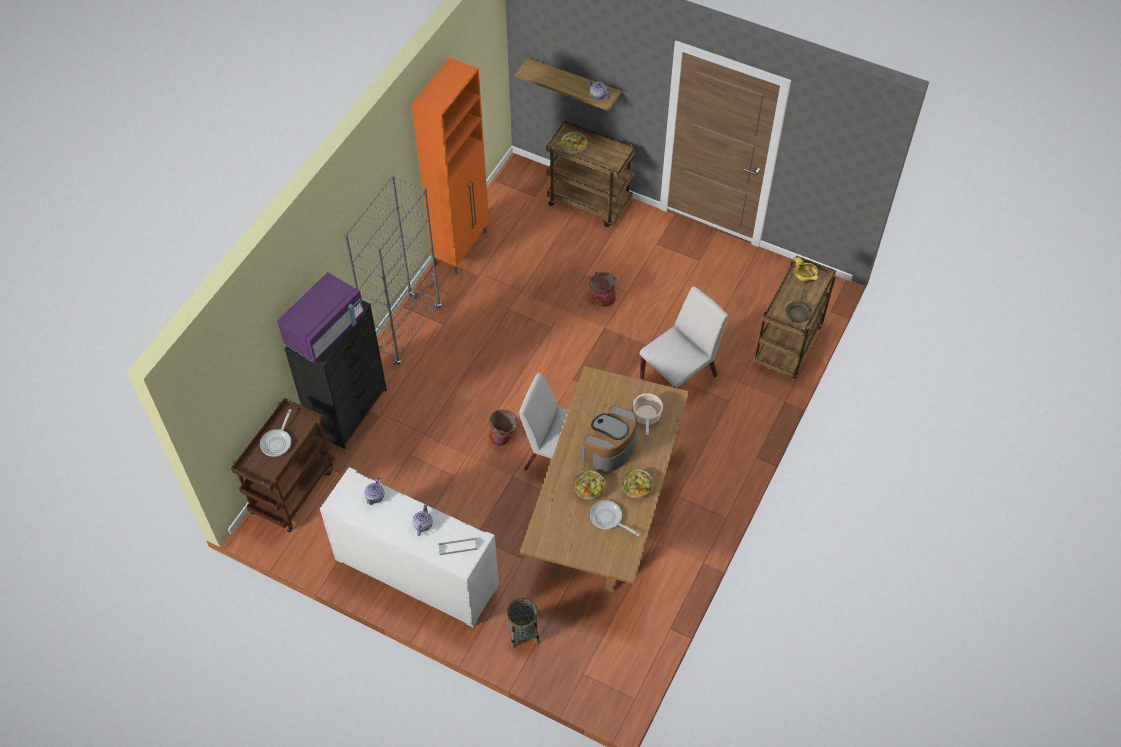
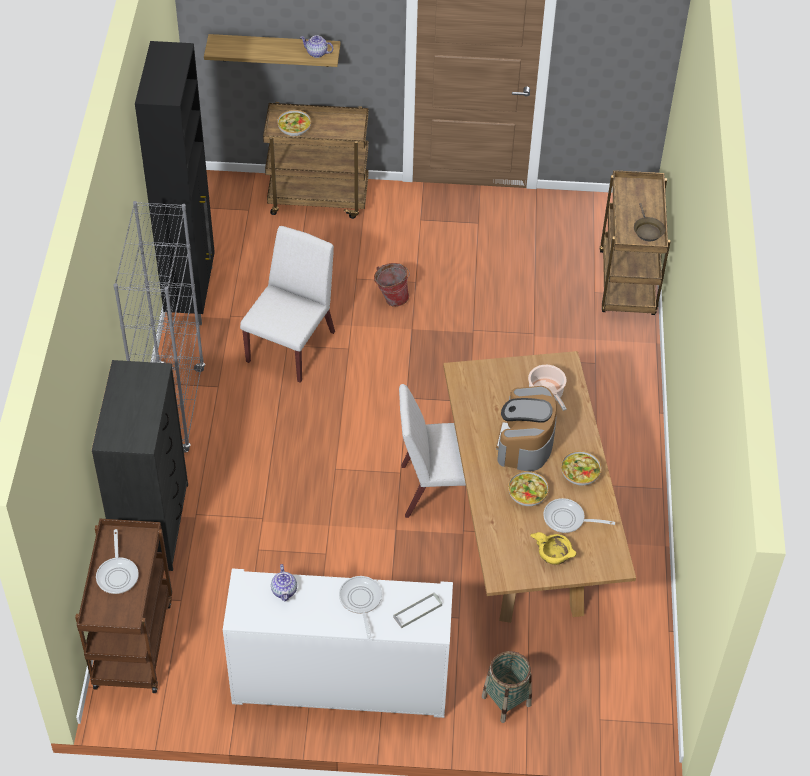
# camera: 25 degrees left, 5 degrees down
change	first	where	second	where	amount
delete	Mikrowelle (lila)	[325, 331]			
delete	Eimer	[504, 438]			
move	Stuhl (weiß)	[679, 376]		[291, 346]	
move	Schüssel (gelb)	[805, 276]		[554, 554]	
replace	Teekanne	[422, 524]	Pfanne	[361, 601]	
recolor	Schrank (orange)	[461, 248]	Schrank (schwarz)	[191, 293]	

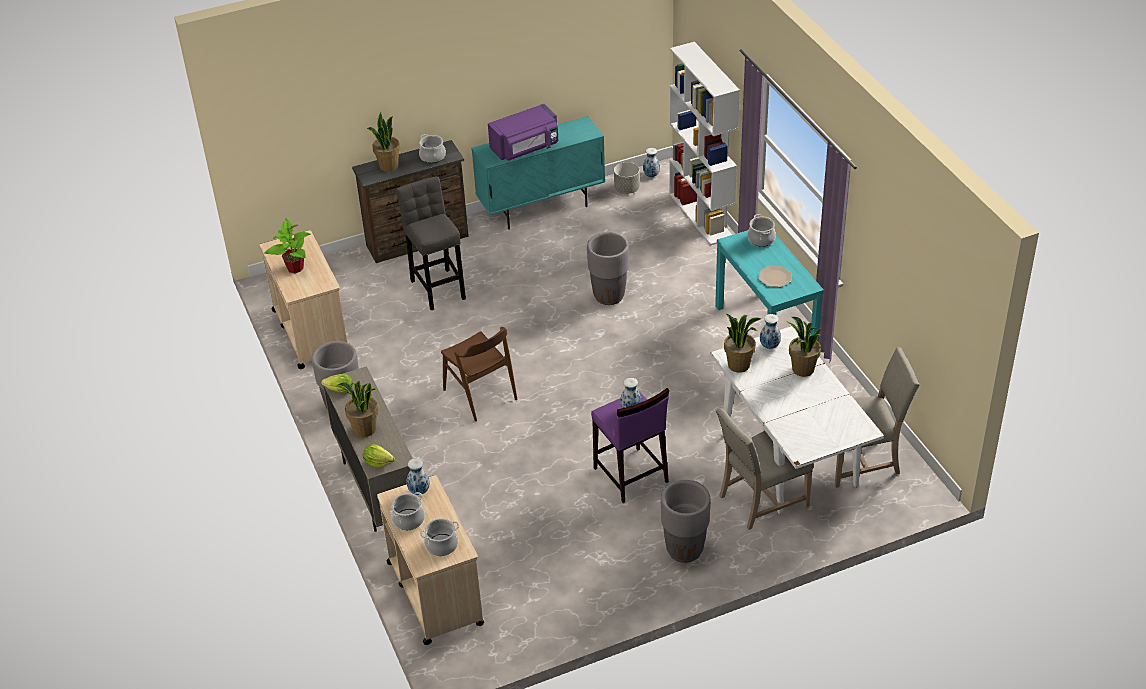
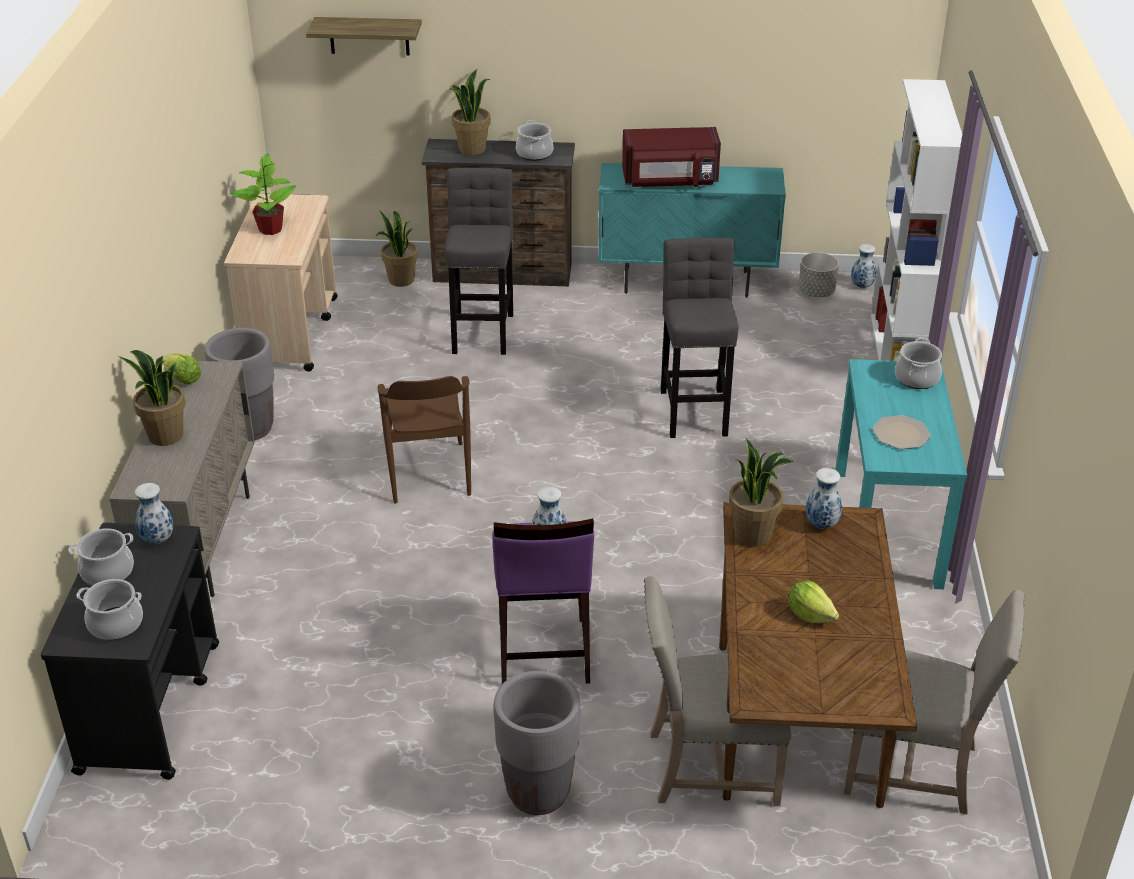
# camera: 25 degrees right, 5 degrees down
change	first	where	second	where	amount
insert			Wandregal	[369, 36]	
move	Salatkopf	[378, 462]		[810, 614]	
move	Topfpflanze	[802, 369]		[400, 280]	
replace	Pflanzkübel (grau)	[609, 296]	Hocker (grau)	[694, 410]	
recolor	Rollwagen (beige)	[434, 592]	Rollwagen (schwarz)	[150, 706]	
recolor	Mikrowelle (lila)	[526, 148]	Mikrowelle (rot)	[670, 181]	
recolor	Esstisch (weiß)	[789, 460]	Esstisch (braun)	[797, 723]	

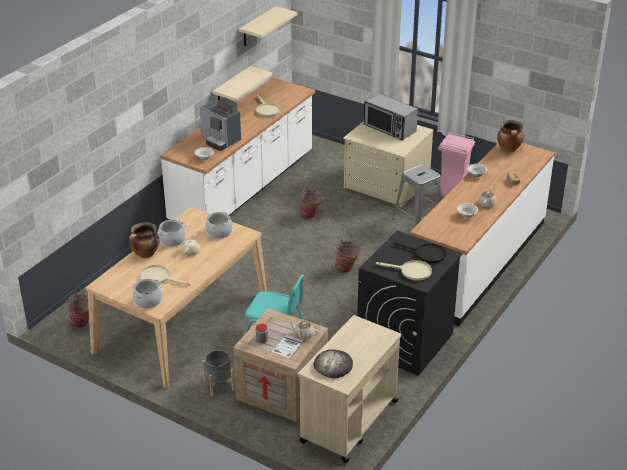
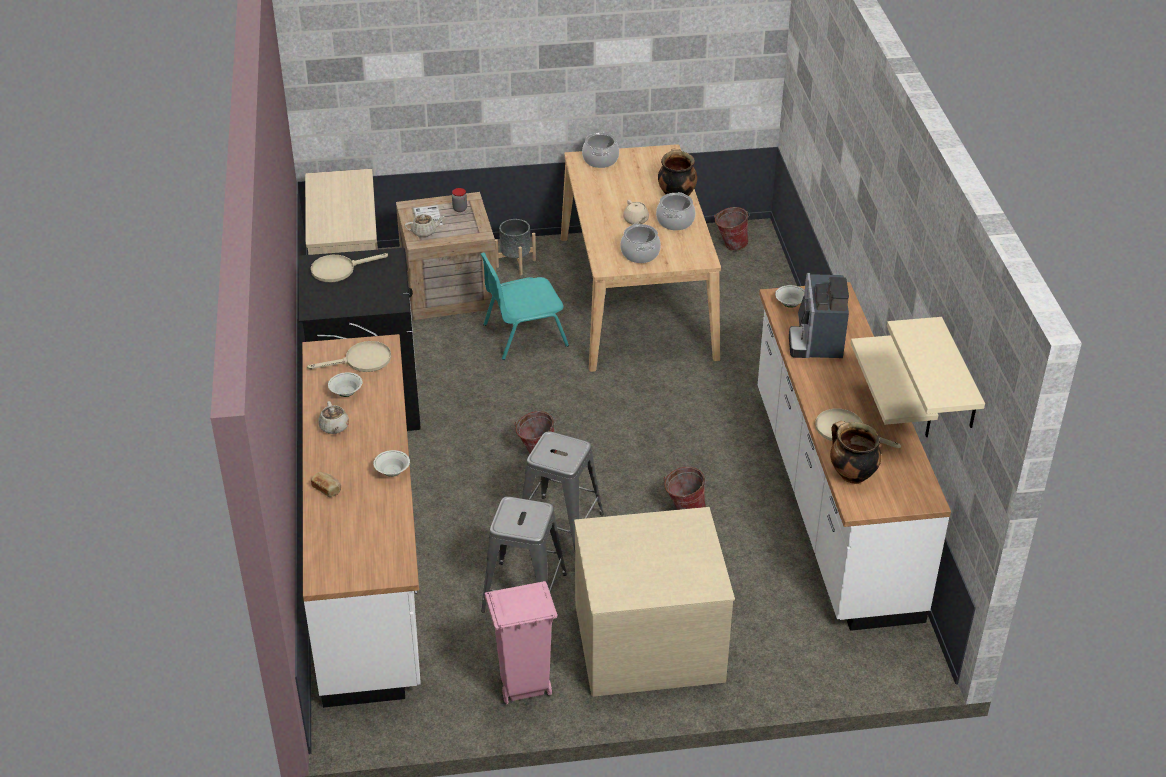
# camera: 140 degrees right, 5 degrees up
change	first	where	second	where	amount
delete	Brot	[333, 365]			
delete	Mikrowelle	[389, 128]			
delete	Pfanne (schwarz)	[426, 254]			
insert			Hocker (grau)	[560, 526]	
move	Pfanne (beige)	[158, 278]		[361, 361]	
move	Kochtopf	[509, 149]		[851, 475]	
rotate	Kaffeemaschine	[220, 140]		[817, 342]	90 degrees counterclockwise

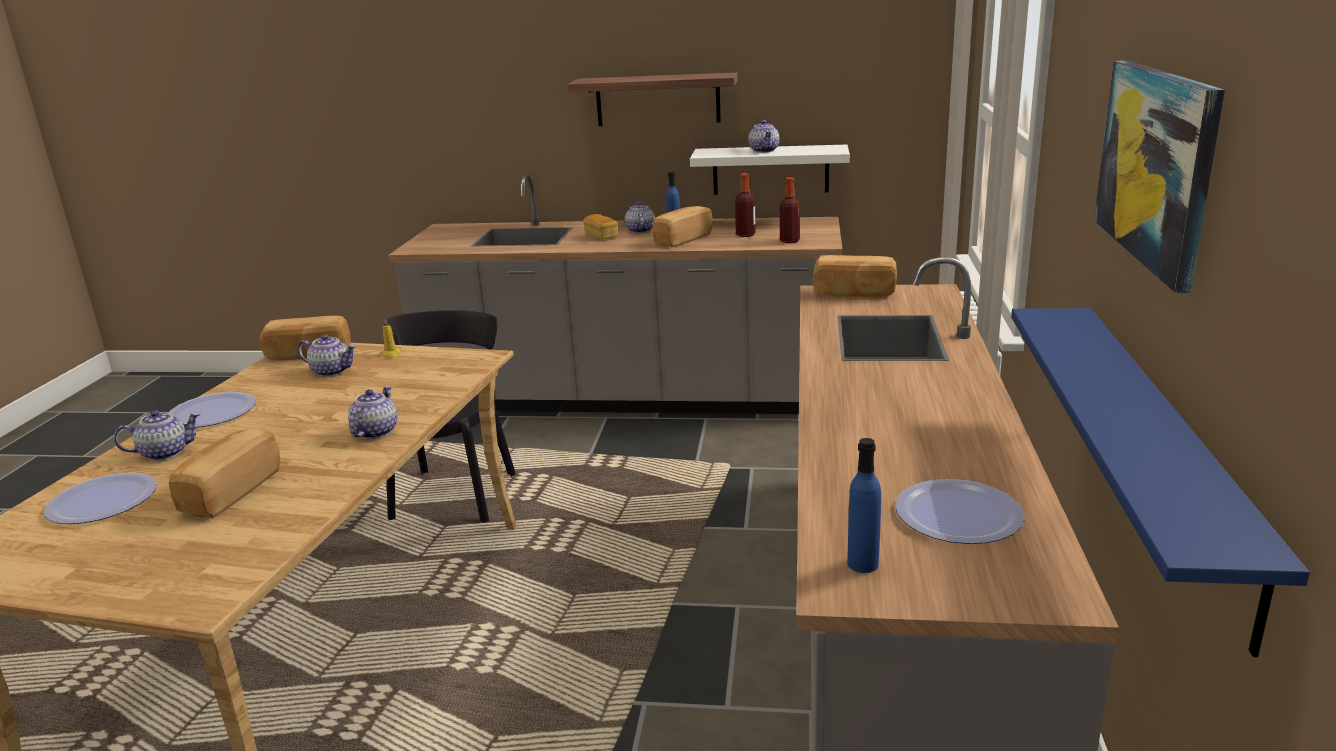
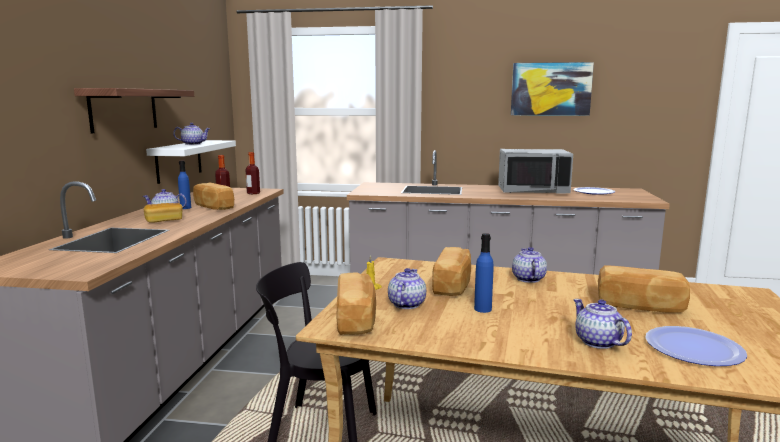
# camera: 90 degrees left, 10 degrees down
change	first	where	second	where	amount
delete	Teller	[211, 412]			
delete	Wandregal (blau)	[1162, 452]			
insert			Mikrowelle (grau)	[532, 191]	
move	Brot	[854, 293]		[453, 285]	
move	Flasche (blau)	[862, 564]		[482, 309]	
rotate	Teekanne	[375, 432]		[527, 279]	75 degrees clockwise

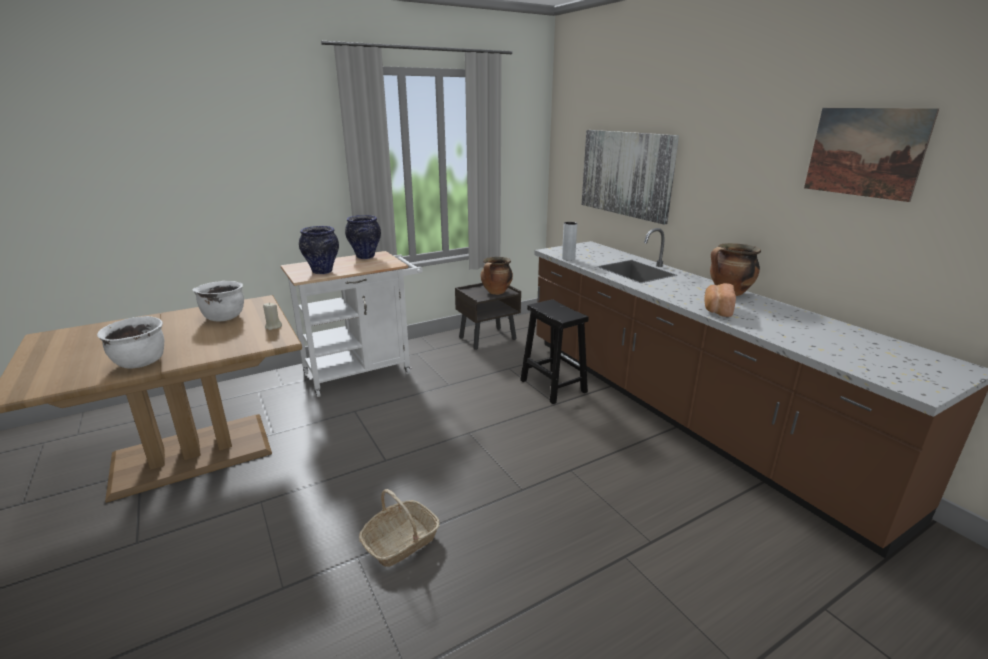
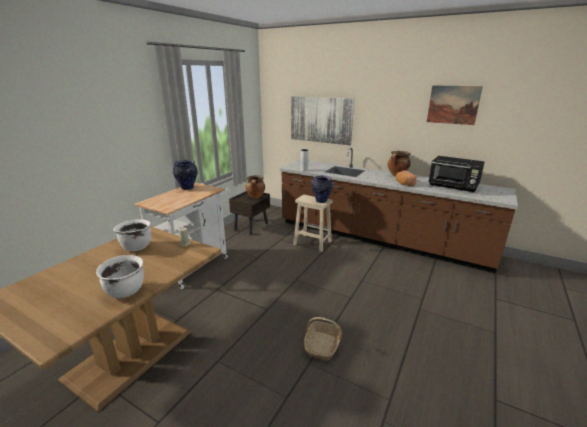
# camera: 30 degrees left, 0 degrees up
change	first	where	second	where	amount
insert			Mikrowelle (schwarz)	[453, 186]	
move	Vase	[323, 272]		[321, 201]	
recolor	Hocker (schwarz)	[552, 385]	Hocker (beige)	[312, 243]	

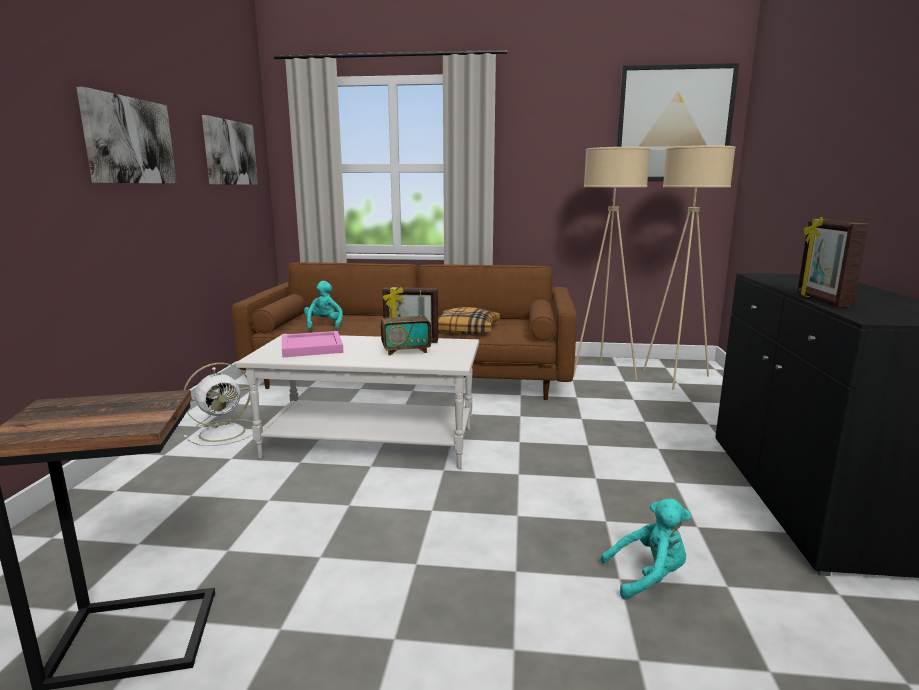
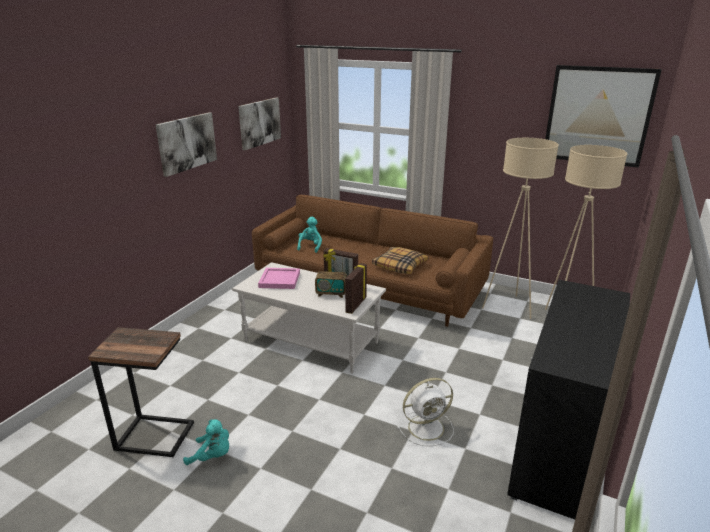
# camera: 20 degrees right, 10 degrees up
change	first	where	second	where	amount
move	Ventilator (weiß)	[224, 432]		[427, 427]	
move	Plüschtier (türkis)	[648, 577]		[212, 456]	
move	Bilderrahmen	[821, 300]		[355, 305]	

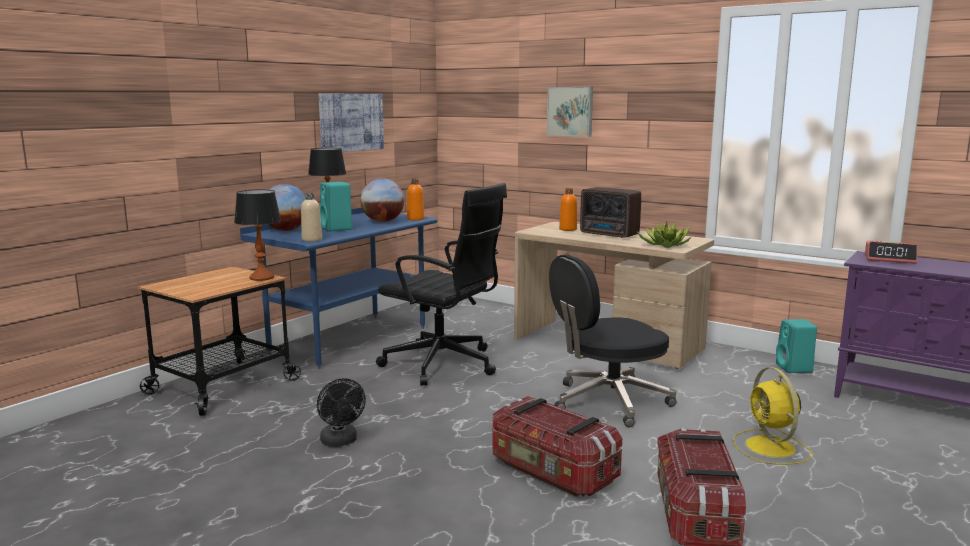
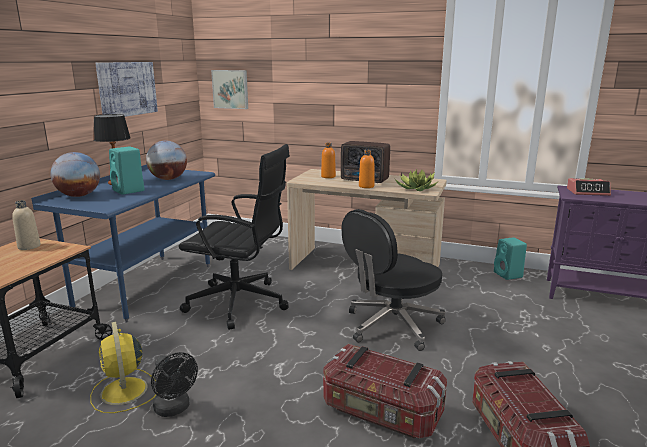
# camera: 15 degrees left, 5 degrees up
change	first	where	second	where	amount
delete	Tischlampe	[261, 277]			
move	Flasche (beige)	[312, 239]		[29, 246]	
move	Flasche (orange)	[415, 219]		[366, 186]	
move	Bild	[570, 111]		[231, 89]	
move	Ventilator (gelb)	[771, 448]		[124, 392]	

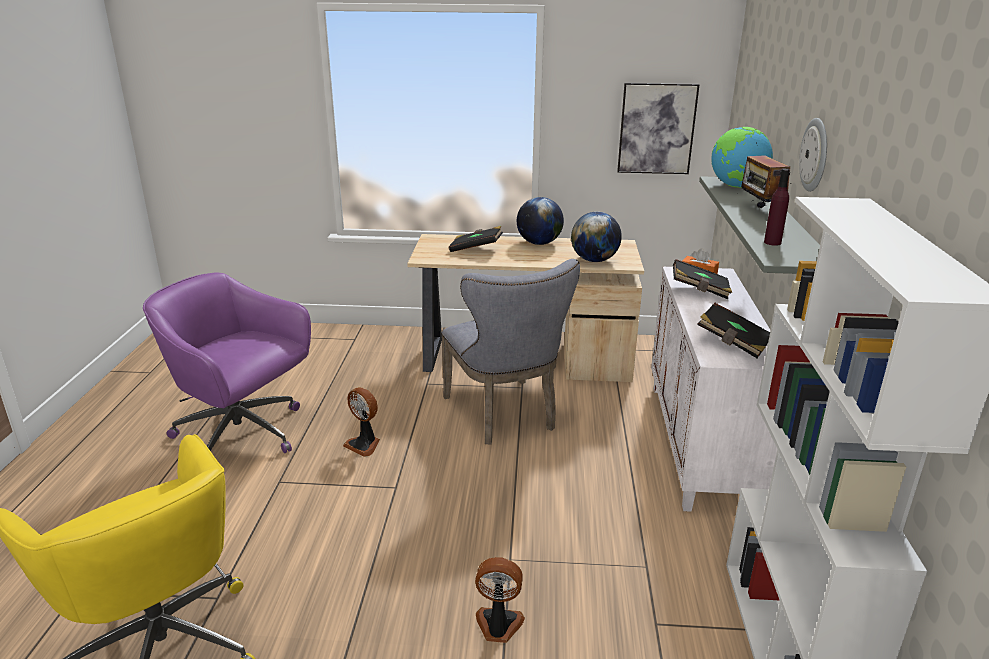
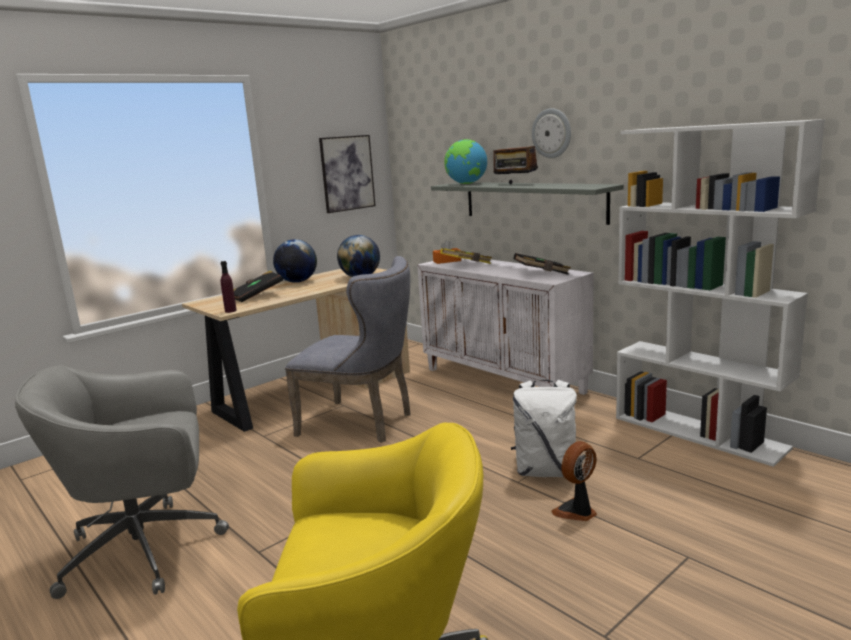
# camera: 45 degrees left, 10 degrees down
change	first	where	second	where	amount
delete	Ventilator	[364, 444]			
insert			Rucksack (weiß)	[546, 471]	
move	Flasche (lila)	[772, 242]		[230, 311]	
recolor	Bürostuhl (lila)	[243, 435]	Bürostuhl (grau)	[147, 549]	
recolor	Buch (schwarz)	[699, 290]	Buch (gelb)	[467, 265]	

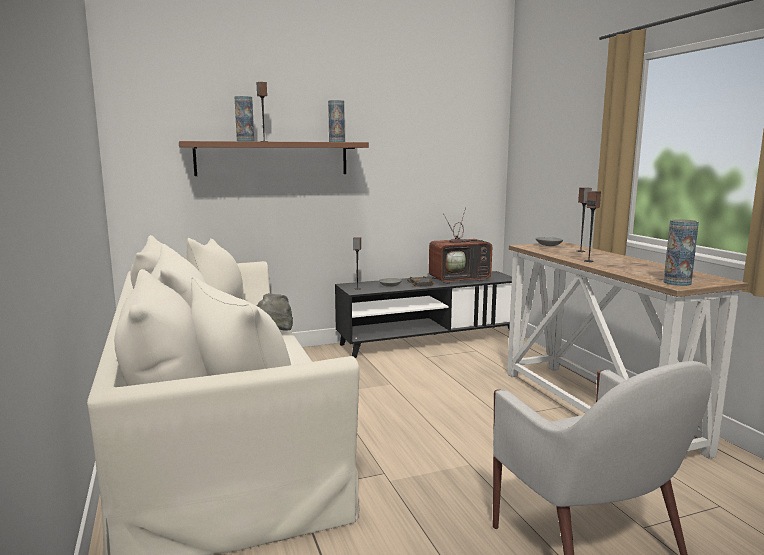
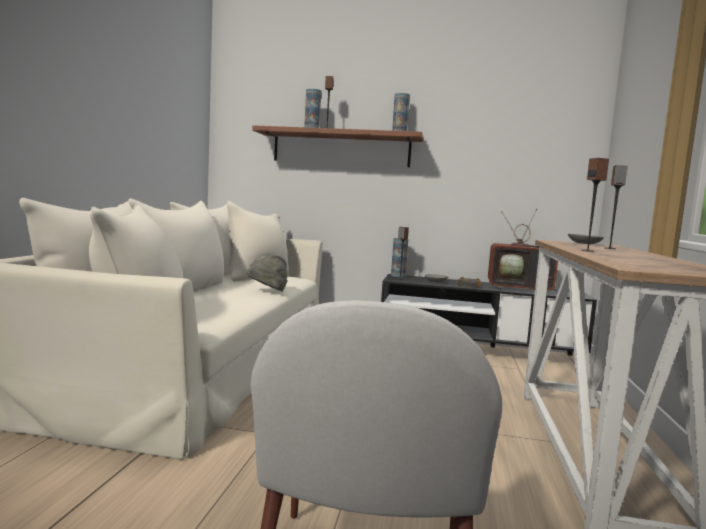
# camera: 30 degrees right, 5 degrees down
change	first	where	second	where	amount
move	Vase	[677, 283]		[398, 276]	

